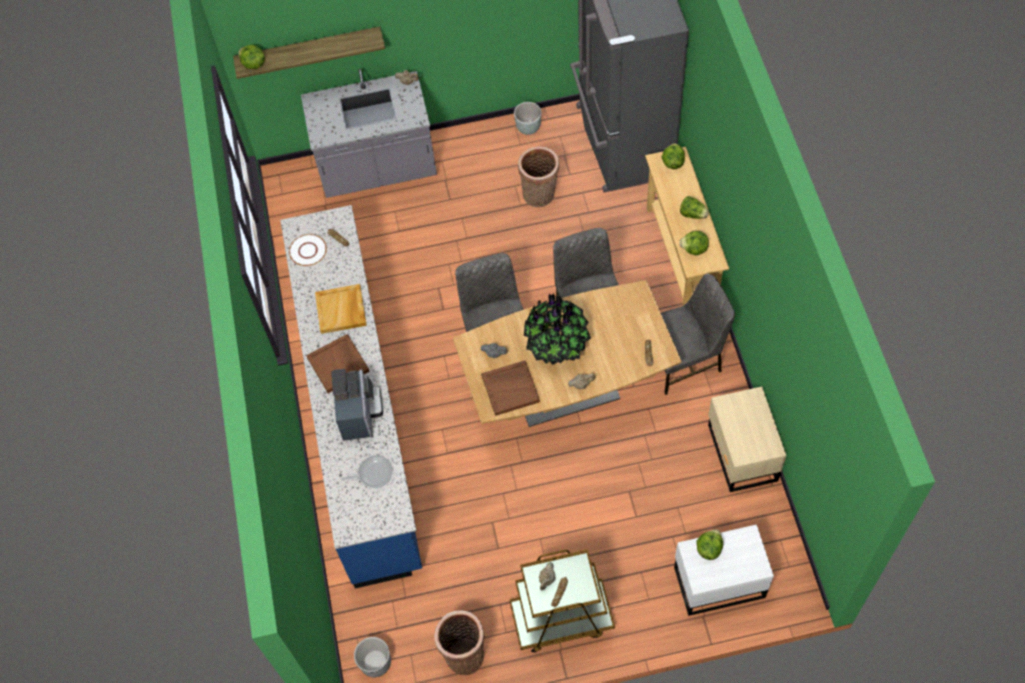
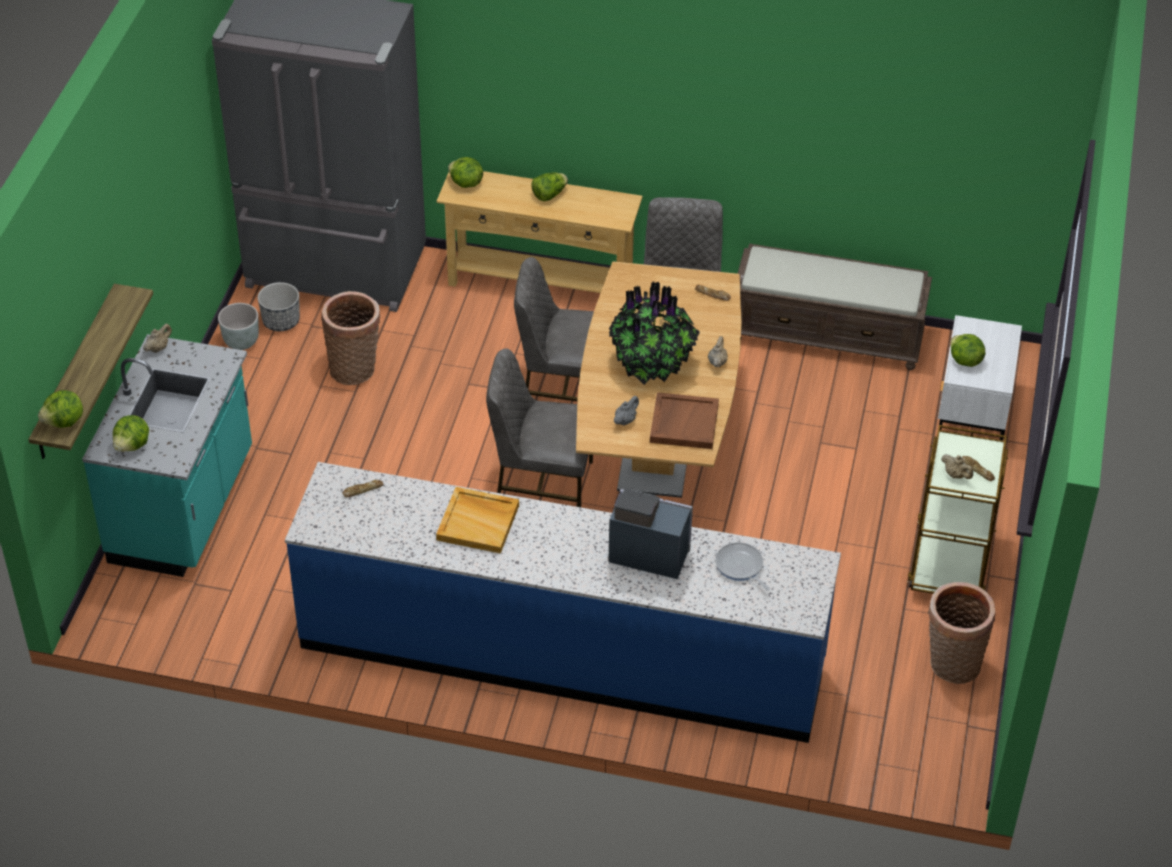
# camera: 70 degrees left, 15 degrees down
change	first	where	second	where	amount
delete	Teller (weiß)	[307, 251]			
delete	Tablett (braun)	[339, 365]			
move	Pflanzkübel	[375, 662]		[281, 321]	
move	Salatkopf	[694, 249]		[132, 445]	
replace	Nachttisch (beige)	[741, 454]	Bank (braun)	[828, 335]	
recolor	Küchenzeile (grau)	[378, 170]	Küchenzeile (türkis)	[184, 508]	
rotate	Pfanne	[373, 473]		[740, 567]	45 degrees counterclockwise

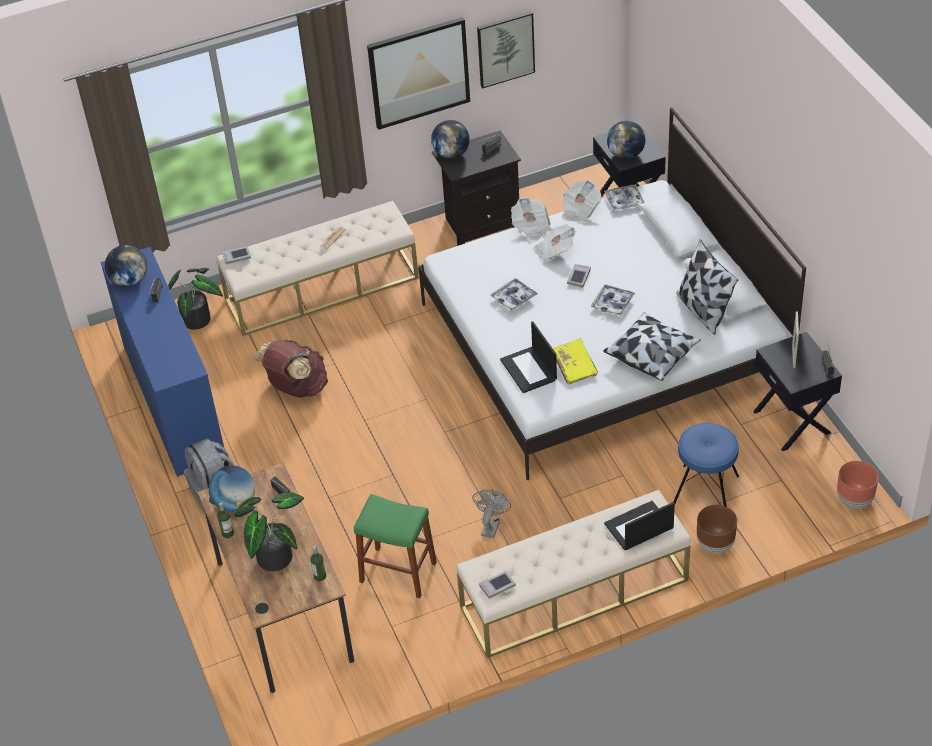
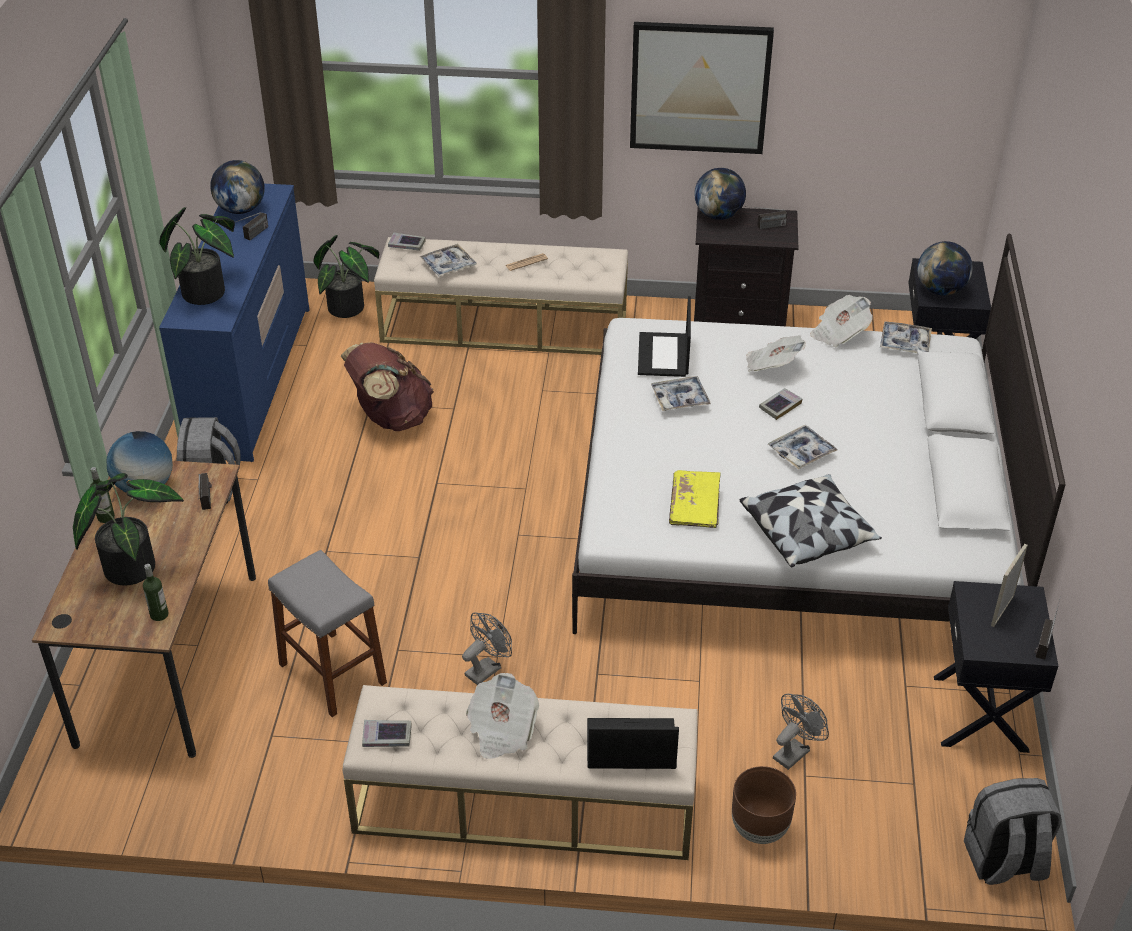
# camera: 25 degrees right, 5 degrees down
change	first	where	second	where	amount
delete	Bild	[505, 48]			
delete	Kissen	[703, 310]			
insert			Topfpflanze	[209, 292]	
insert			Tablett	[448, 265]	
move	Laptop	[529, 370]		[664, 355]	
move	Zeitung	[531, 228]		[501, 730]	
replace	Hocker (blau)	[705, 491]	Ventilator (grau)	[794, 751]	
replace	Pflanzkübel (braun)	[854, 501]	Rucksack (grau)	[1004, 861]	
recolor	Hocker (grün)	[398, 572]	Hocker (grau)	[332, 673]	

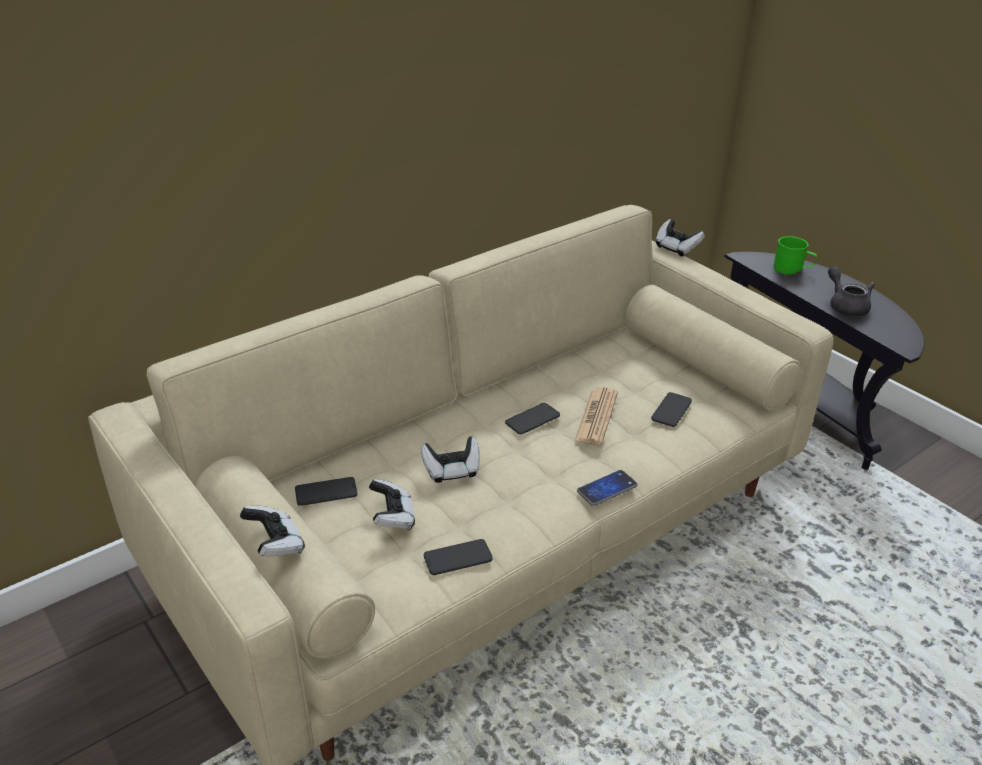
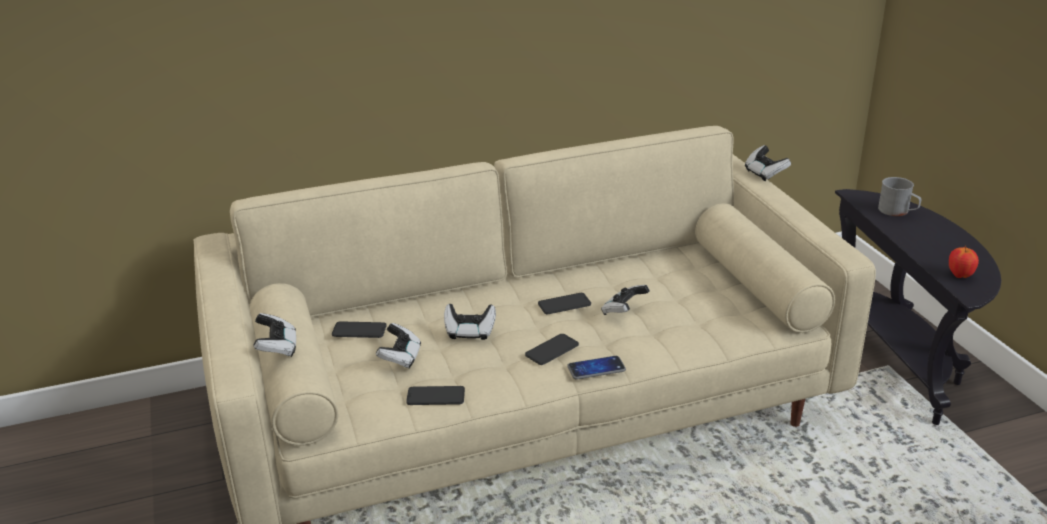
# camera: 20 degrees right, 5 degrees down
change	first	where	second	where	amount
delete	Teekanne (grau)	[846, 306]			
insert			Apfel	[960, 275]	
move	Handy	[671, 410]		[552, 350]	
replace	Zeitung	[596, 417]	Gamepad	[623, 311]	
recolor	Henkelbecher (grün)	[792, 269]	Henkelbecher (grau)	[898, 211]	

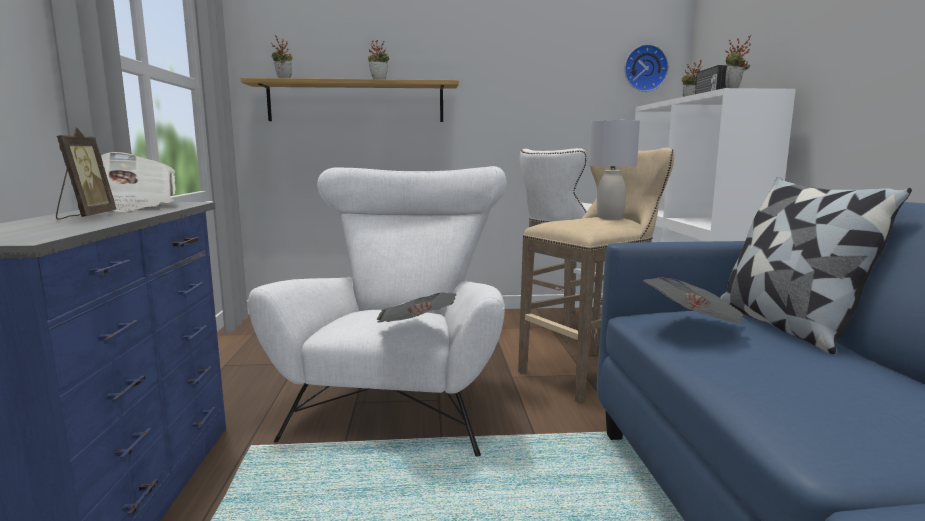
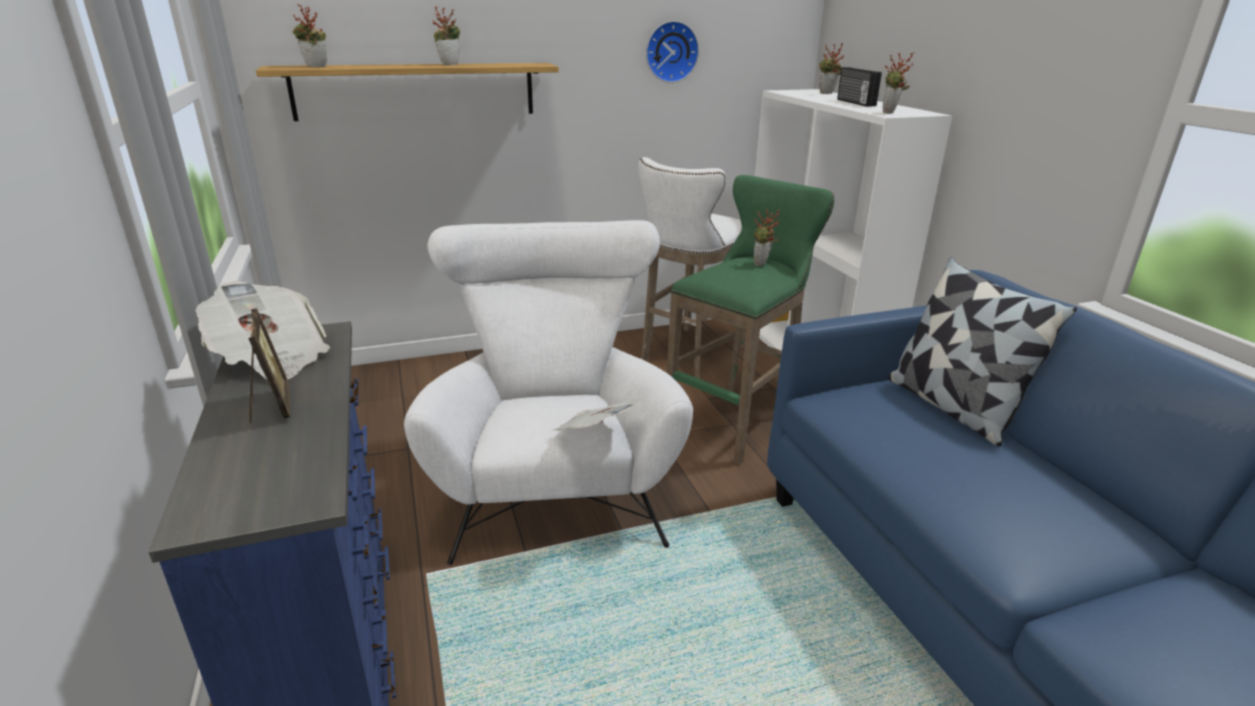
# camera: 15 degrees left, 15 degrees up
change	first	where	second	where	amount
delete	Zeitung	[695, 327]			
move	Wanduhr	[644, 68]		[670, 51]	
replace	Tischlampe (grau)	[609, 218]	Topfpflanze	[762, 264]	
recolor	Hocker (beige)	[589, 373]	Hocker (grün)	[735, 421]	

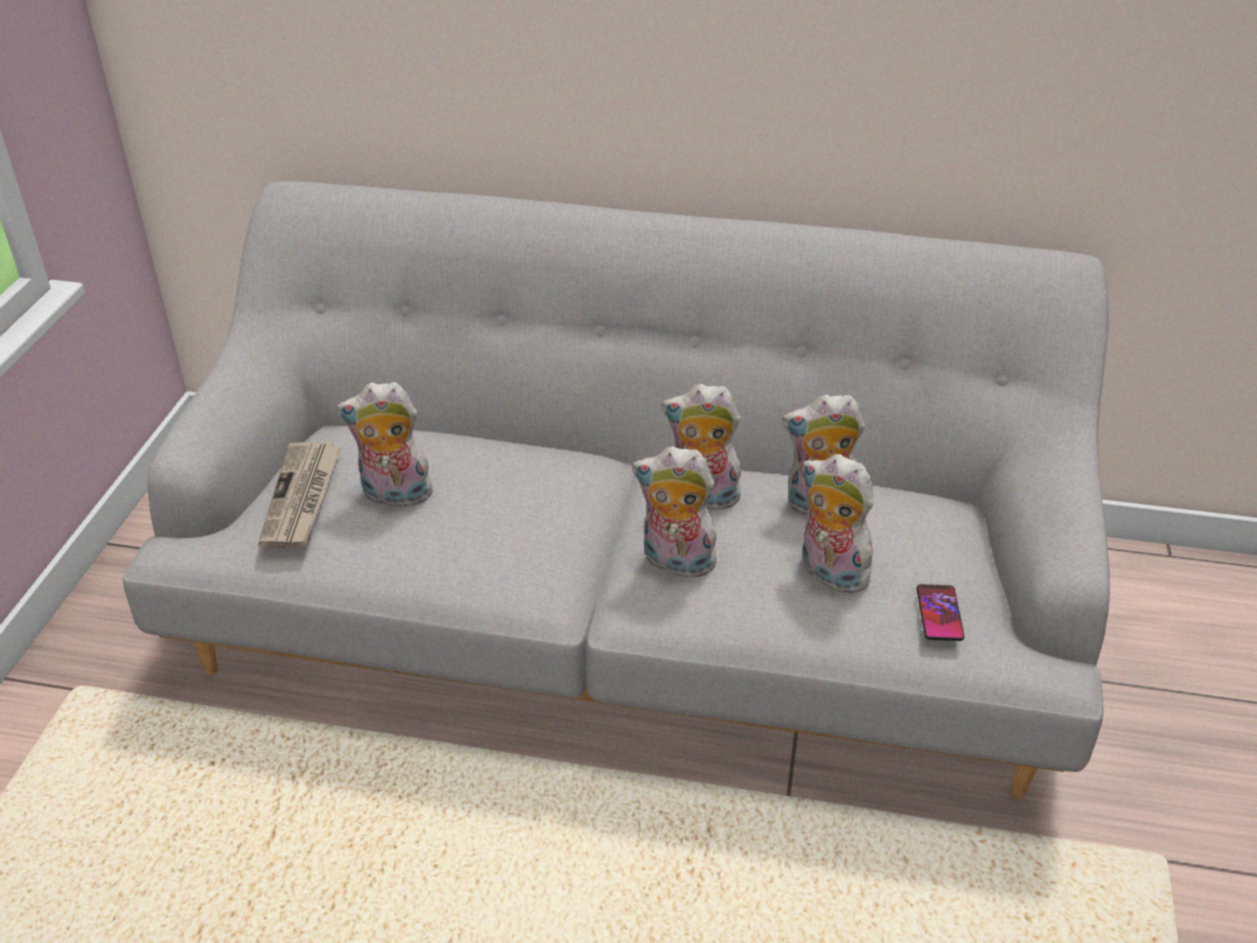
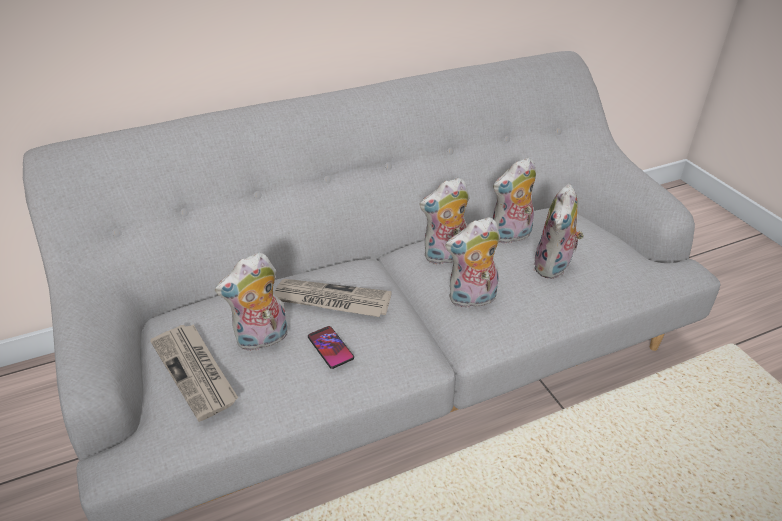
# camera: 35 degrees left, 0 degrees up
change	first	where	second	where	amount
insert			Zeitung	[331, 301]	
move	Handy	[939, 613]		[330, 347]	
rotate	Plüschtier	[829, 573]		[554, 267]	75 degrees counterclockwise

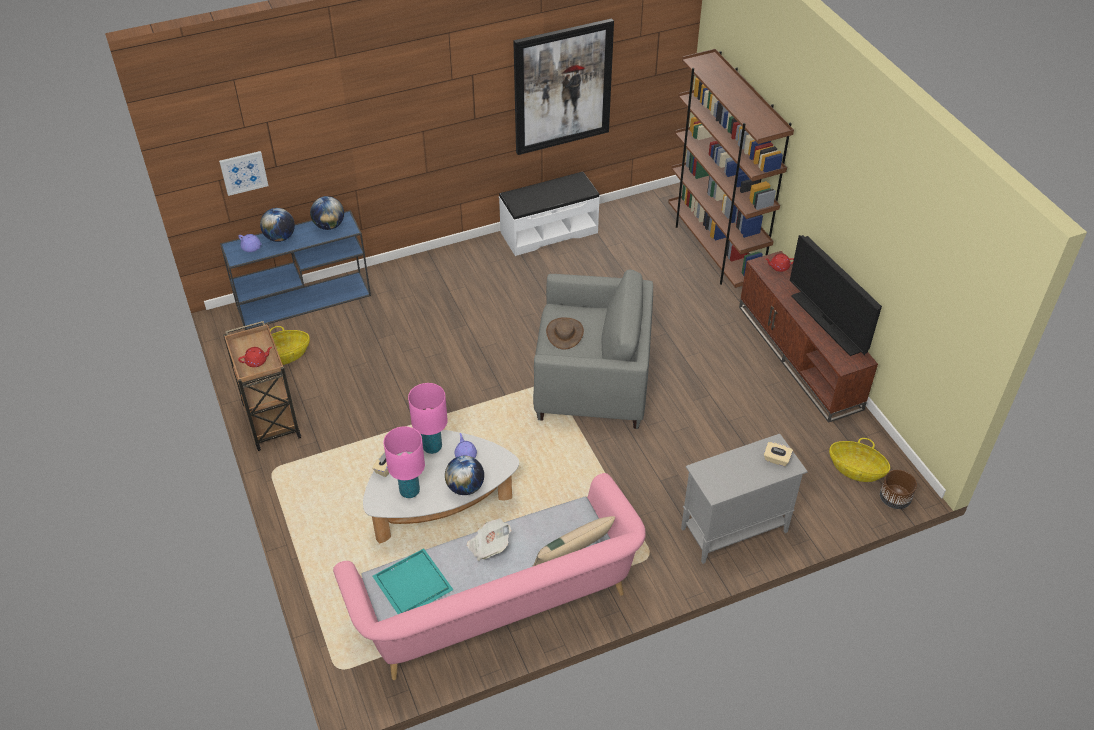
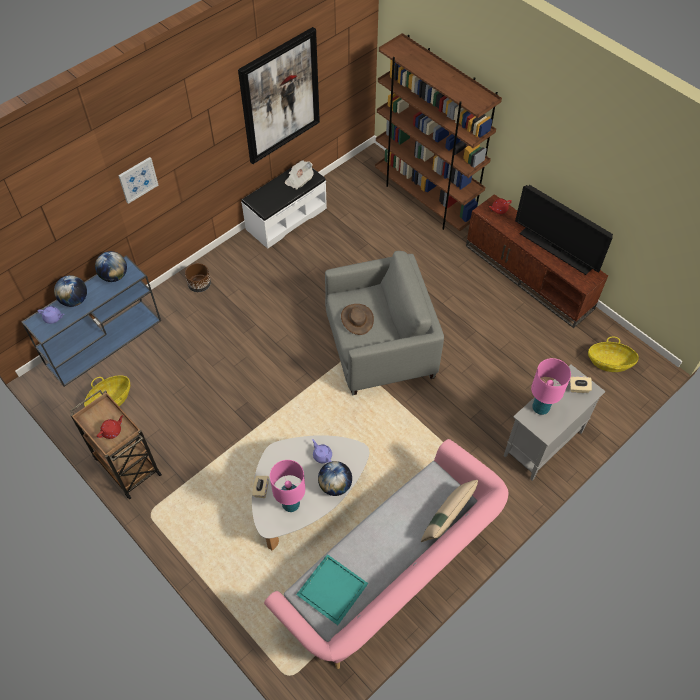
# camera: 20 degrees left, 10 degrees up
change	first	where	second	where	amount
move	Bild	[243, 172]		[138, 179]	
move	Tischlampe (rosa)	[432, 447]		[540, 408]	
move	Zeitung	[489, 546]		[299, 180]	
move	Pflanzkübel (braun)	[894, 499]		[199, 285]	

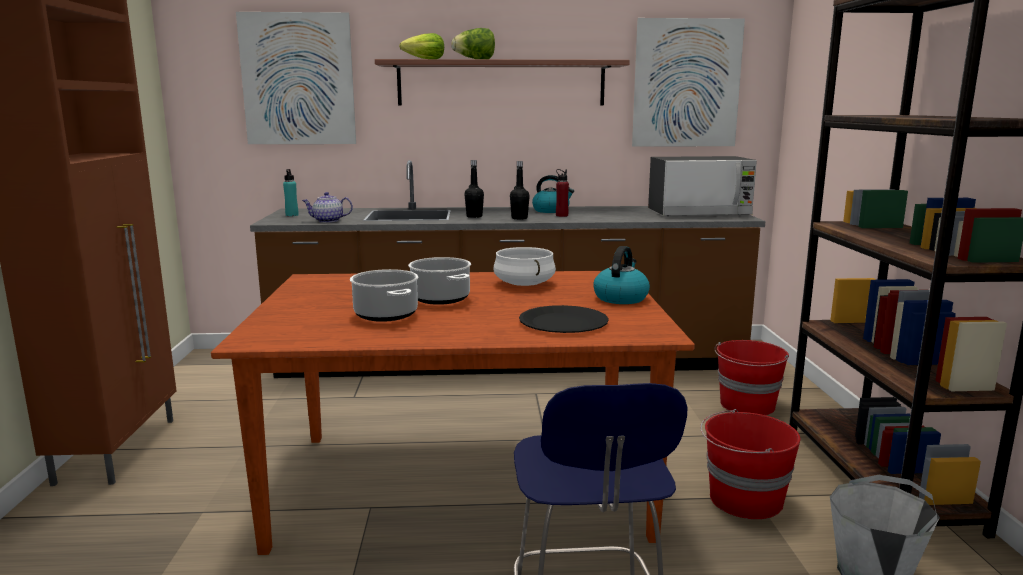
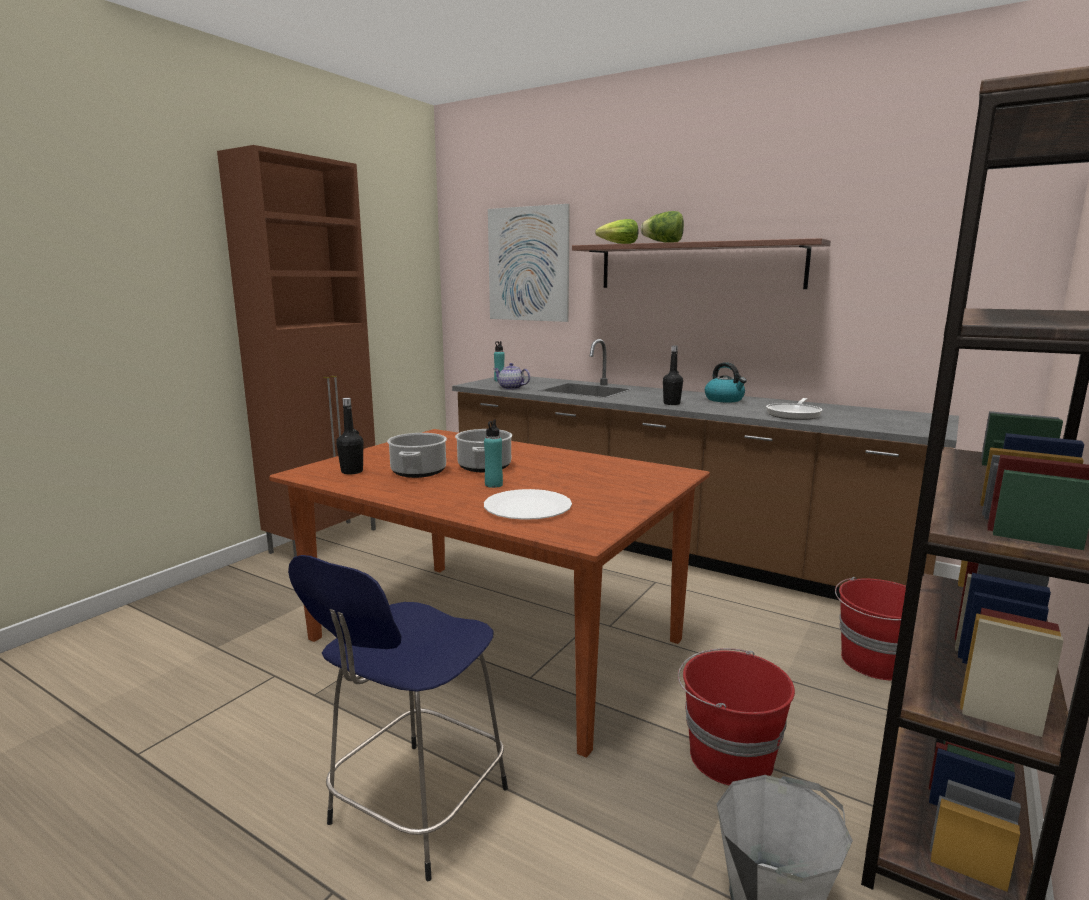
# camera: 35 degrees right, 0 degrees up
change	first	where	second	where	amount
delete	Kochtopf (weiß)	[523, 284]			
delete	Flasche (rot)	[561, 215]			
delete	Wasserkessel	[620, 298]			
delete	Bild	[686, 83]			
delete	Mikrowelle	[699, 213]			
insert			Flasche (türkis)	[493, 485]	
insert			Pfanne	[794, 414]	
move	Flasche (schwarz)	[474, 216]		[352, 471]	
recolor	Teller (schwarz)	[563, 322]	Teller (weiß)	[527, 507]	

